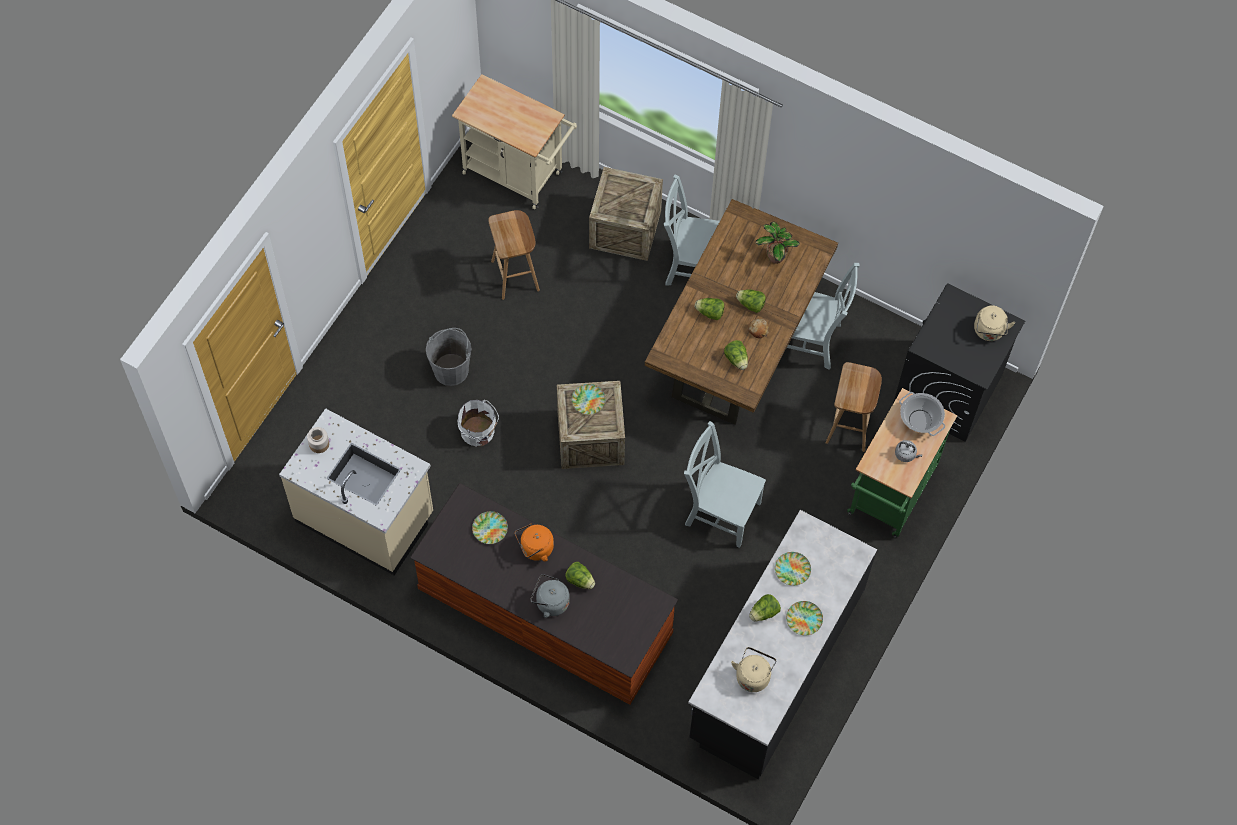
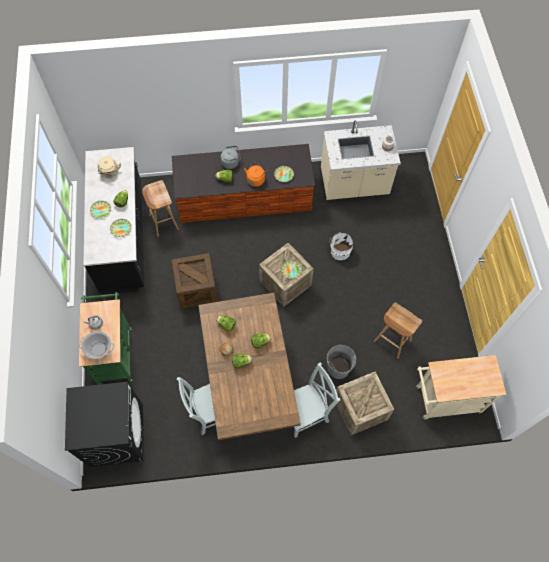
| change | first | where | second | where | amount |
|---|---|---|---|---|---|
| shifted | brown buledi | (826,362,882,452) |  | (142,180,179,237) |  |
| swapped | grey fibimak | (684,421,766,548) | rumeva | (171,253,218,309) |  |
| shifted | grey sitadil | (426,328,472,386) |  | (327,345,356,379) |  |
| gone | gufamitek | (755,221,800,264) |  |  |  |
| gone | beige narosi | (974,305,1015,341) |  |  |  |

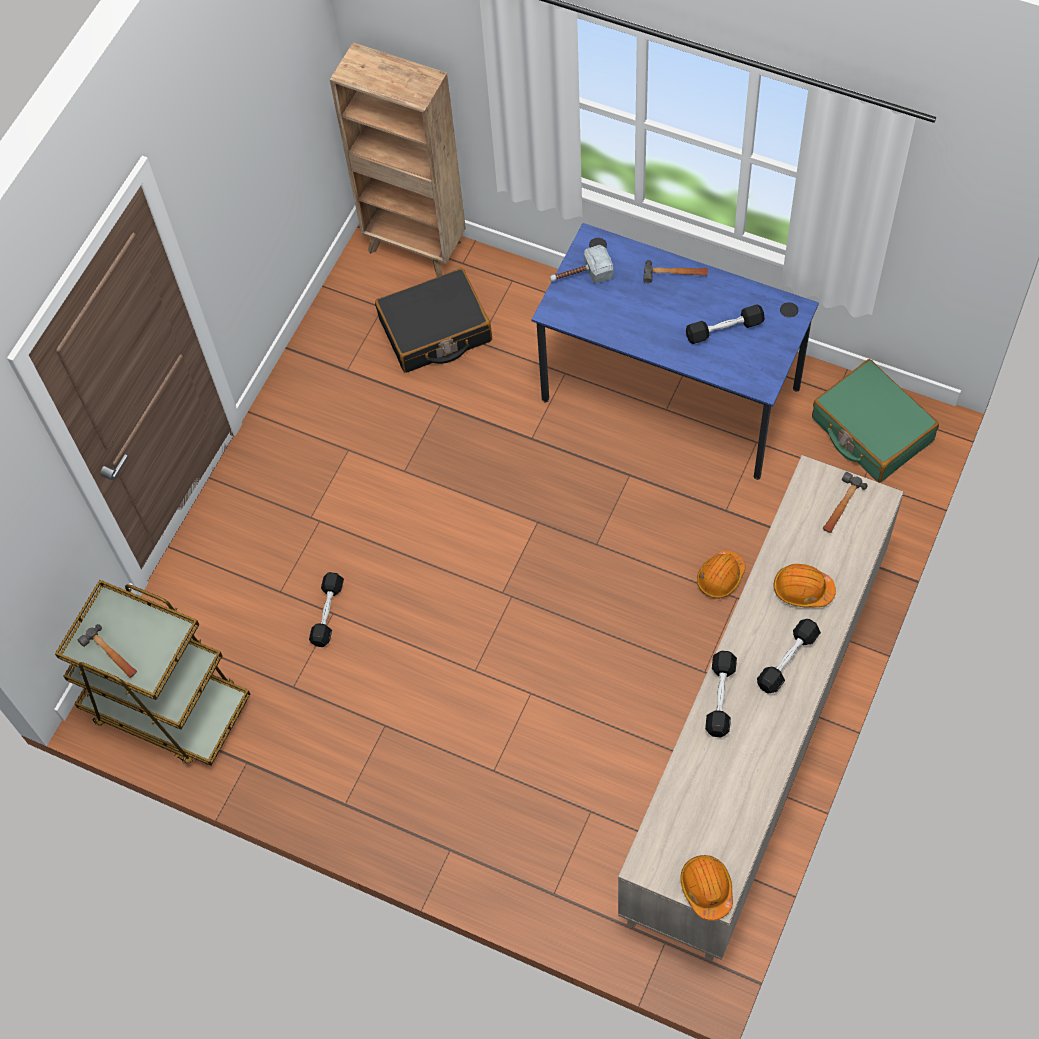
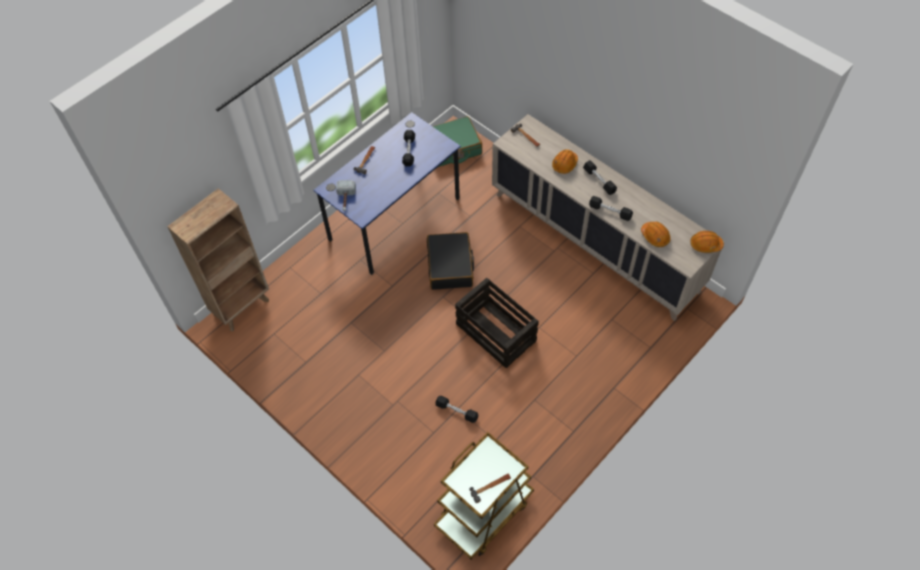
| change | first | where | second | where | amount |
|---|---|---|---|---|---|
| shifted | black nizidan | (375,268,492,373) |  | (427,232,474,290) |  |
| new |  |  | rumeva | (455,278,539,368) |  |
| shifted | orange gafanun | (697,551,745,599) |  | (641,222,671,247) |  |

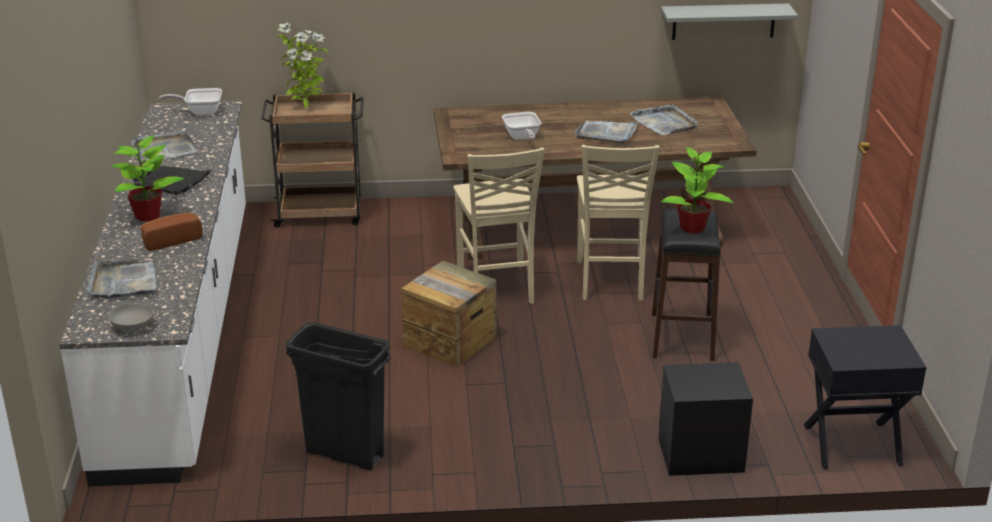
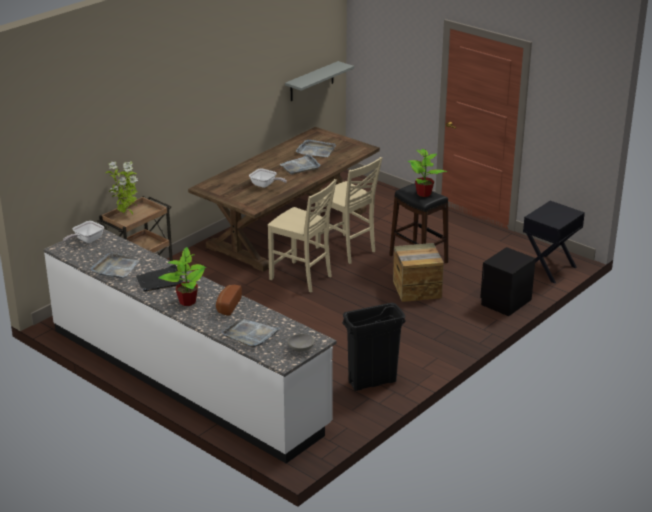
| change | first | where | second | where | amount |
|---|---|---|---|---|---|
| shifted | rumeva | (401,261,497,367) |  | (393,243,444,302) |  |

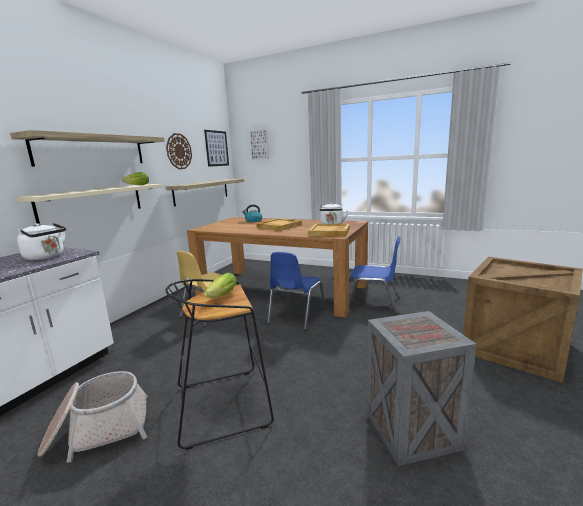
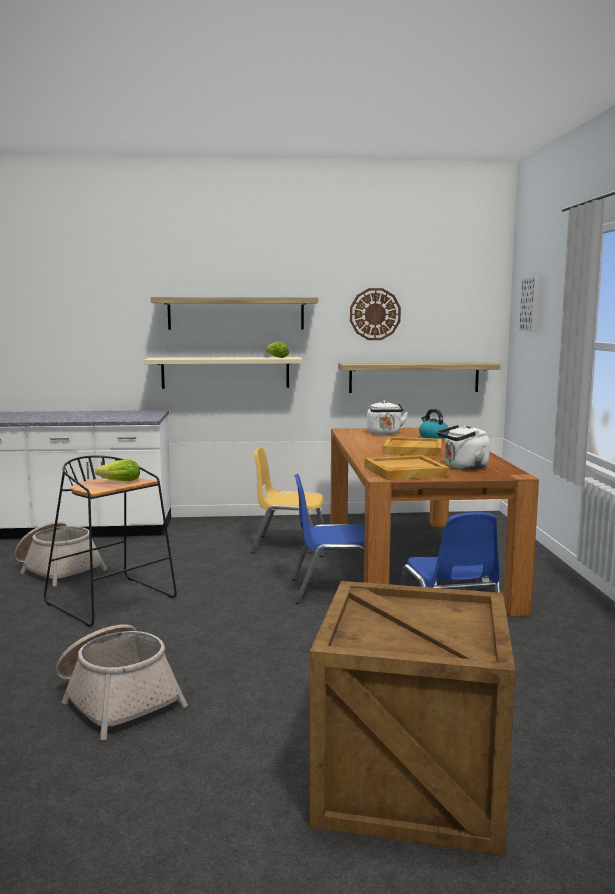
| change | first | where | second | where | amount |
|---|---|---|---|---|---|
| swapped | rumeva | (367,311,476,466) | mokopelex | (56,624,188,740) |  |
| shifted | white narosi | (17,223,66,260) |  | (367,400,408,435) |  |
| gone | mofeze | (204,130,229,167) |  |  |  |

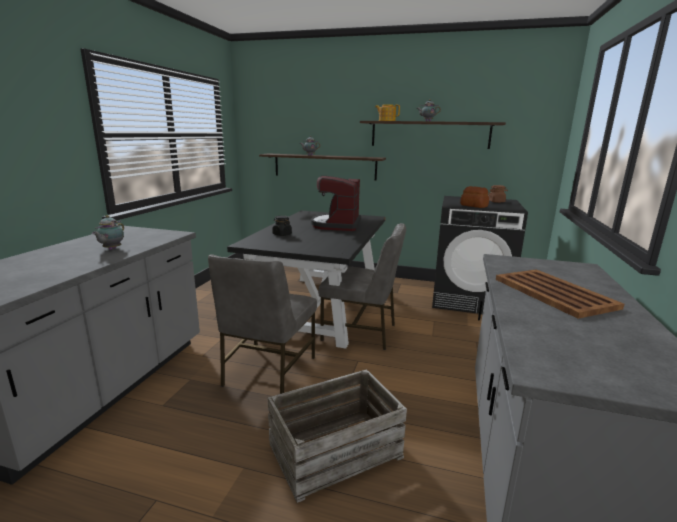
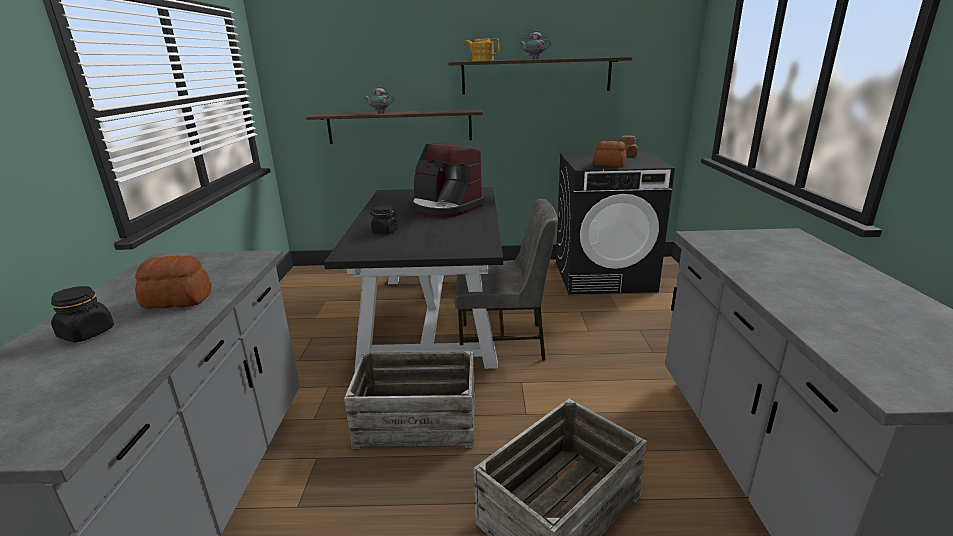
| change | first | where | second | where | amount |
|---|---|---|---|---|---|
| new |  |  | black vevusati | (51,286,114,342) |  |
| swapped | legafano | (92,215,124,250) | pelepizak | (135,255,212,309) |  |
| swapped | grey fibimak | (208,254,317,394) | rumeva | (344,352,475,449) |  |
| rotated | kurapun | (311,176,361,231) |  | (409,143,484,217) | 45 degrees counterclockwise |
| gone | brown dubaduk | (496,269,624,319) |  |  |  |

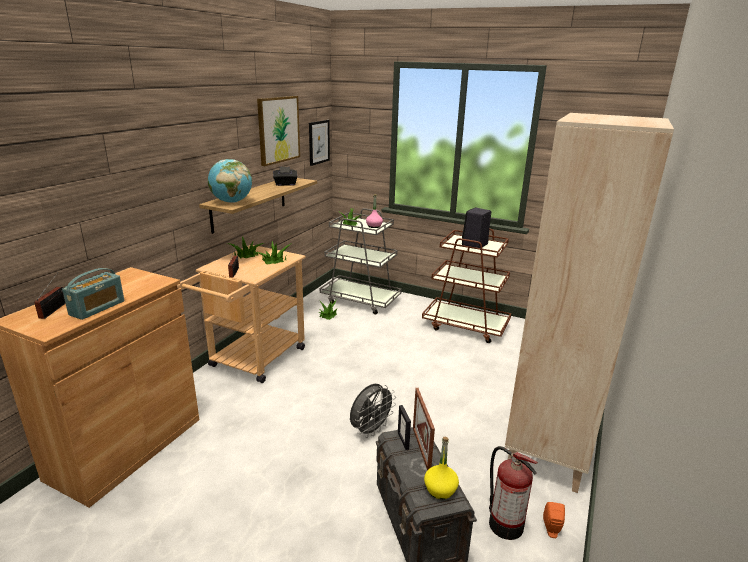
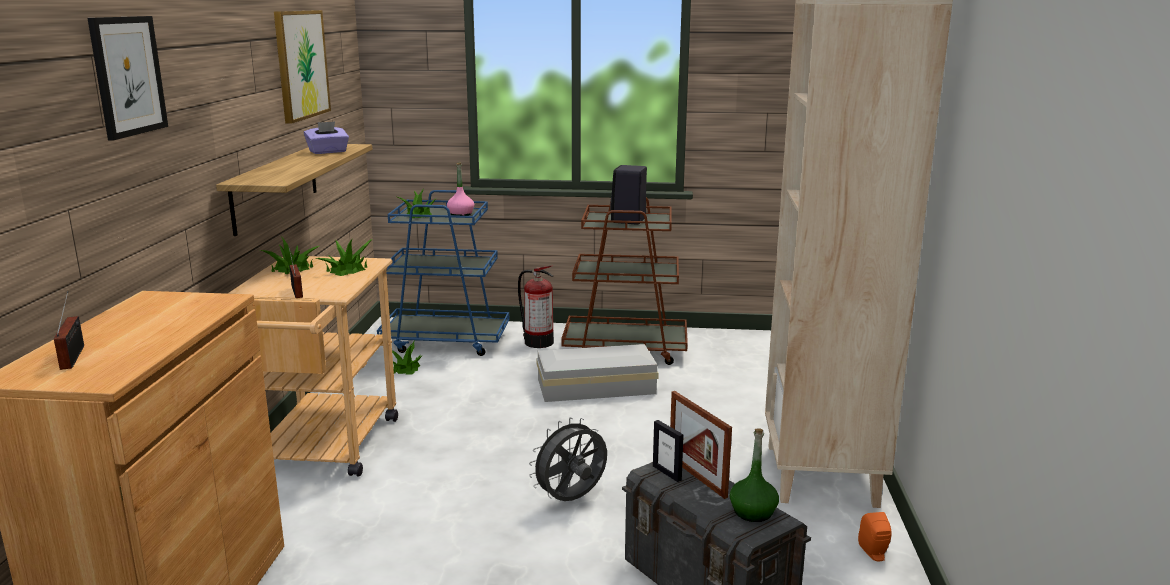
| change | first | where | second | where | amount |
|---|---|---|---|---|---|
| shifted | mofeze | (309,120,330,166) |  | (88,16,168,140) |  |
| repainted | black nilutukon | (273,167,297,186) | purple nilutukon | (304,121,349,154) |  |
| repainted | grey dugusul | (320,208,402,314) | blue dugusul | (377,190,509,356) |  |
| shifted | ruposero | (489,446,538,540) |  | (518,266,554,348) |  |
| rotated | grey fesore | (350,384,396,438) |  | (529,417,607,501) | 150 degrees counterclockwise |
| new |  |  | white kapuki | (536,344,659,402) |  |
| repainted | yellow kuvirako | (424,437,459,499) | green kuvirako | (730,428,779,522) |  |
| gone | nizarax | (62,268,124,320) |  |  |  |
| gone | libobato | (208,159,252,203) |  |  |  |

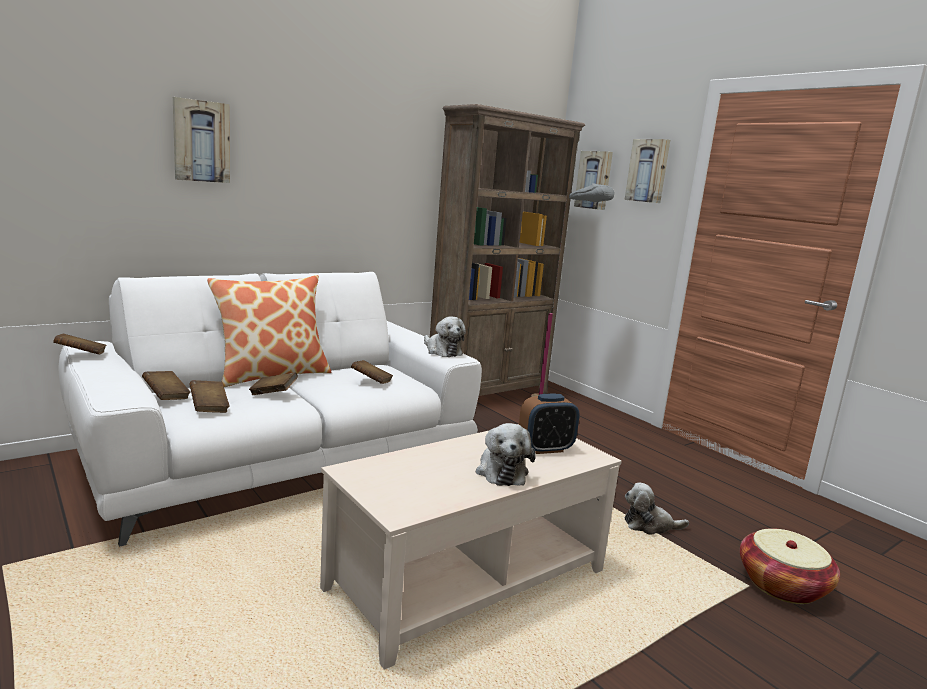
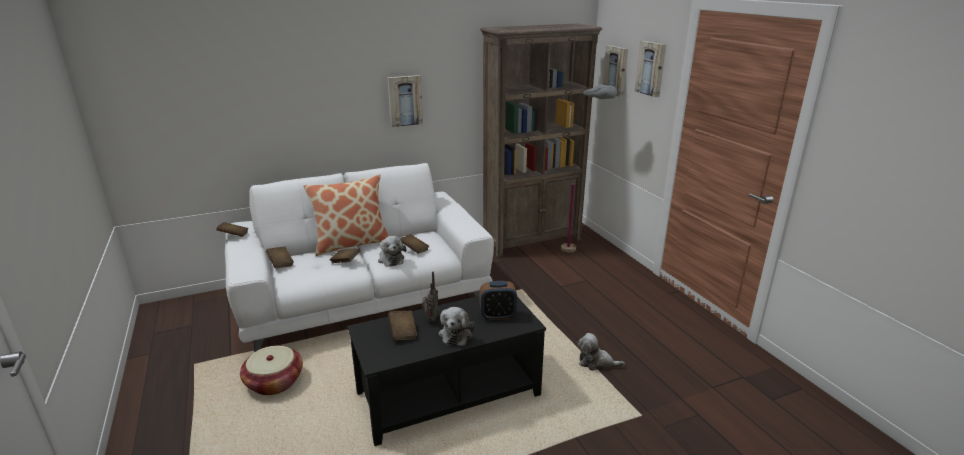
| change | first | where | second | where | amount |
|---|---|---|---|---|---|
| shifted | mokopelex | (740,528,840,604) |  | (240,346,303,395) |  |
| repainted | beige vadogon | (320,424,622,670) | black vadogon | (347,296,546,446) |  |
| shifted | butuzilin | (424,316,466,357) |  | (378,236,406,267) |  |
| shifted | mofeze | (173,97,230,183) |  | (388,75,423,127) |  |
| shifted | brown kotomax | (189,380,230,413) |  | (388,311,417,340) |  |
| new |  |  | nizarax | (423,272,439,322) |  |

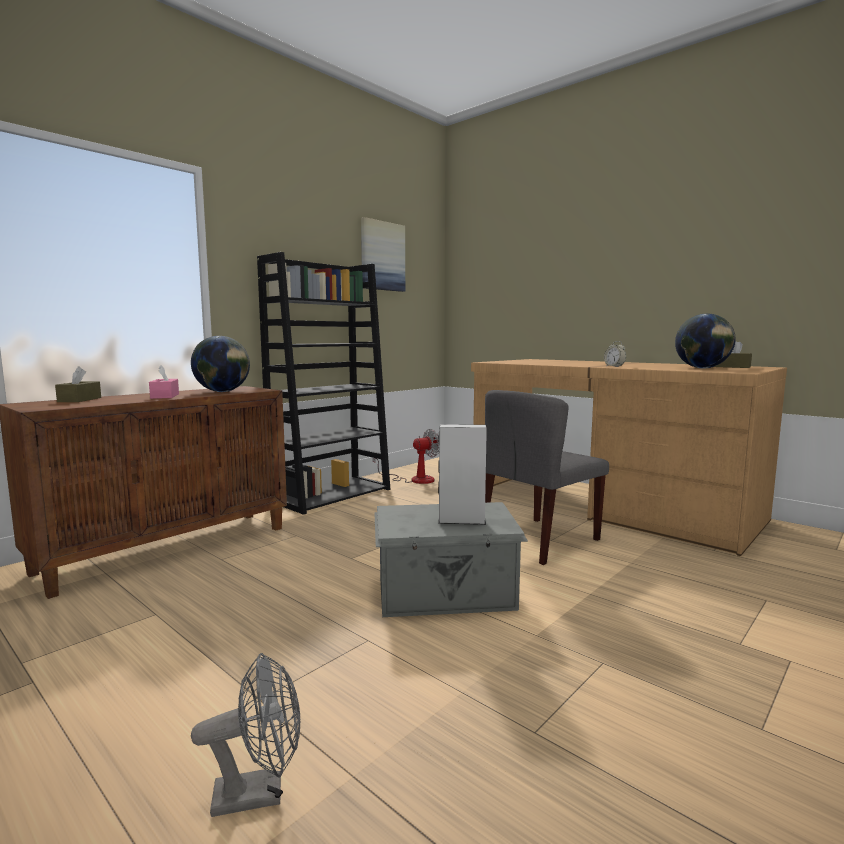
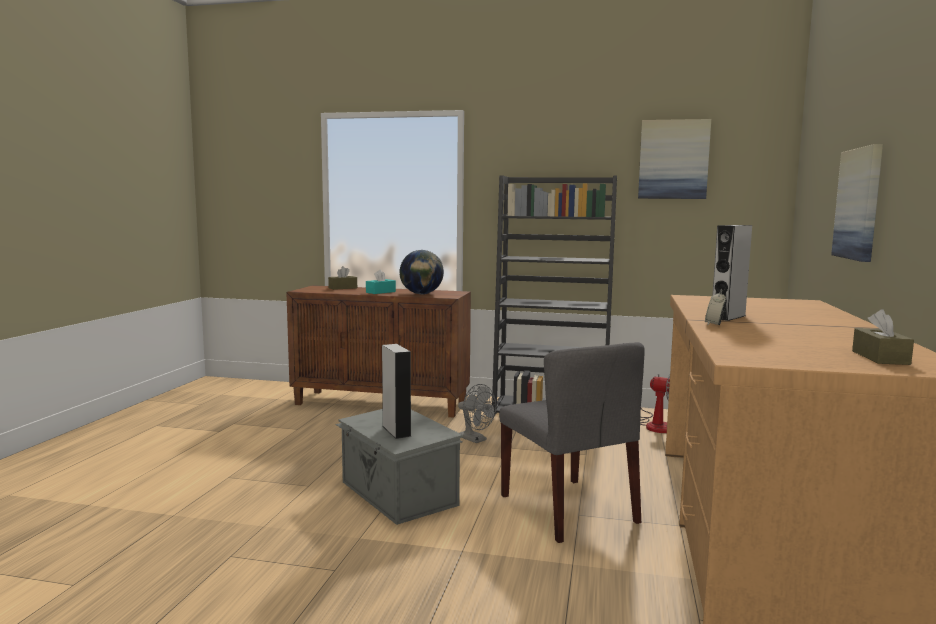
| change | first | where | second | where | amount |
|---|---|---|---|---|---|
| repainted | pink nilutukon | (149,365,179,399) | turquoise nilutukon | (366,269,396,294) |  |
| shifted | grey fesore | (191,653,300,817) |  | (458,384,496,443) |  |
| rotated | grey fibimak | (485,390,609,565) |  | (499,342,645,543) | 135 degrees counterclockwise |
| new |  |  | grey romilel | (712,225,752,321) |  |
| new |  |  | mofeze | (831,144,883,262) |  |
| gone | libobato | (675,314,736,369) |  |  |  |

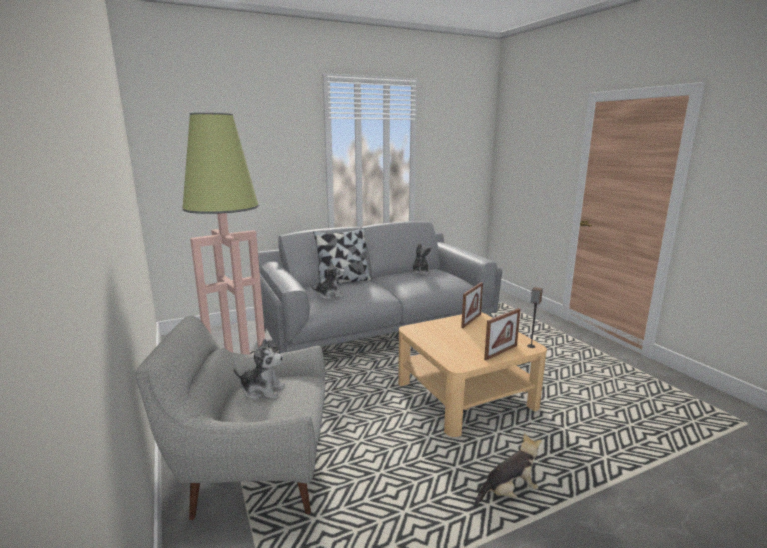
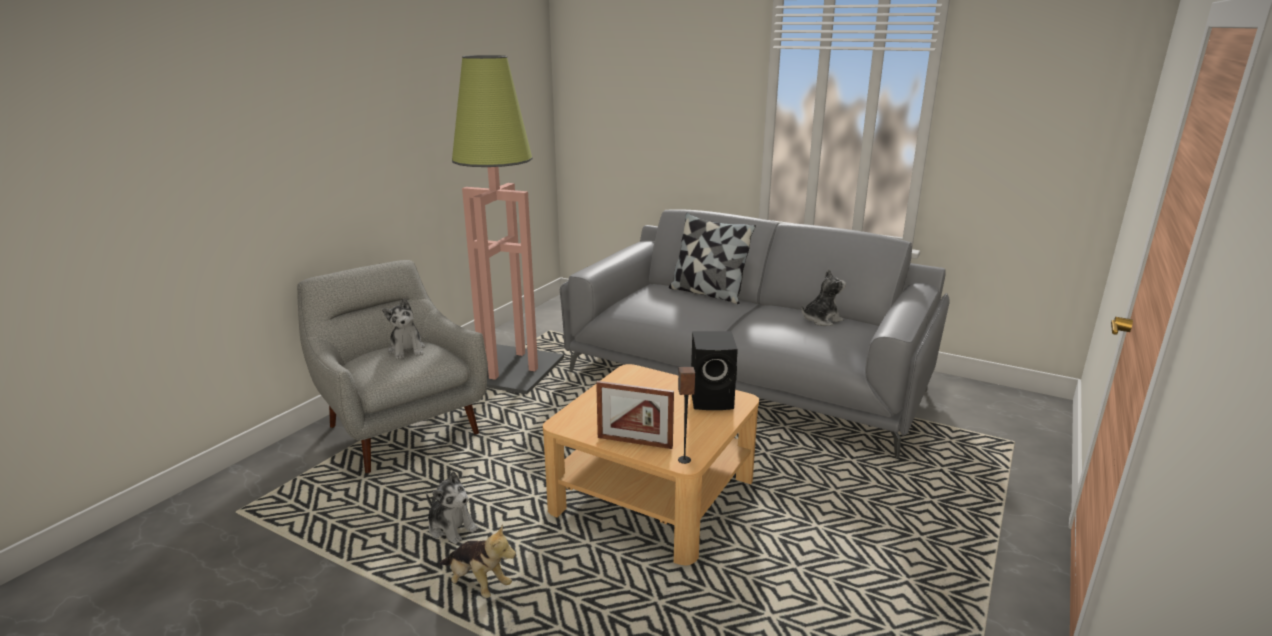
| change | first | where | second | where | amount |
|---|---|---|---|---|---|
| shifted | butuzilin | (310,261,345,299) |  | (426,472,479,544) |  |
| swapped | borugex | (461,282,483,328) | black romilel | (691,331,738,410) |  |

